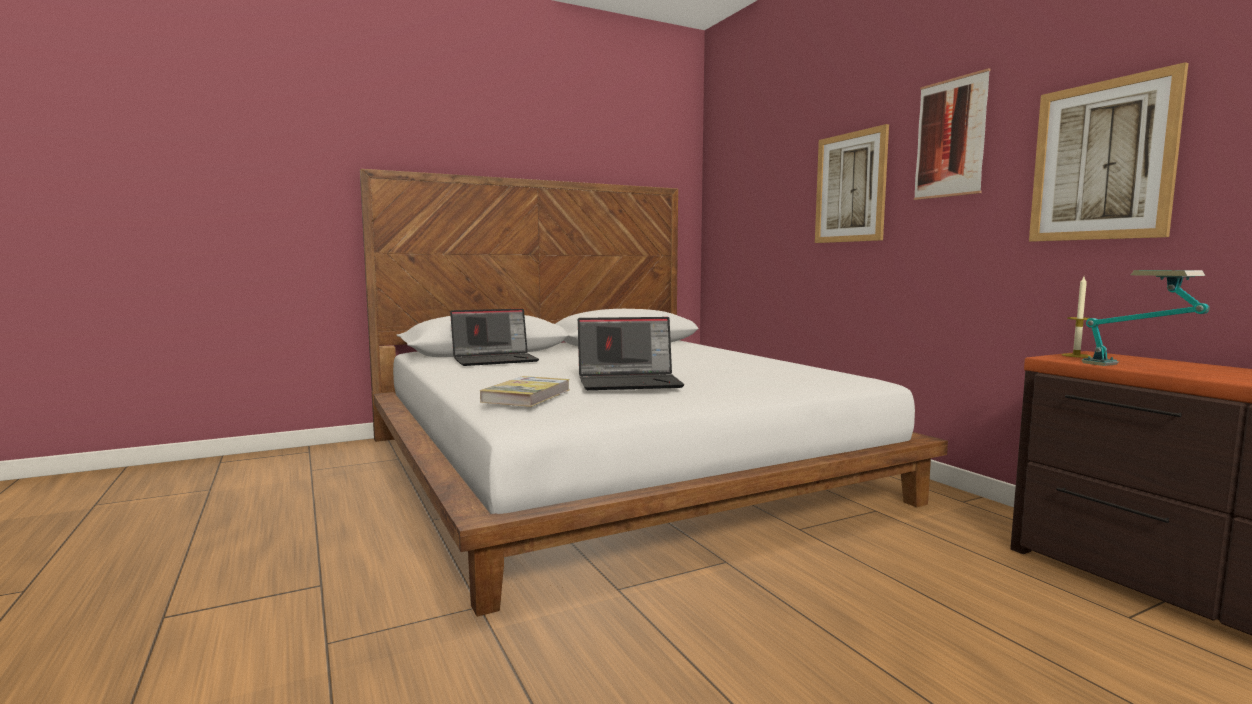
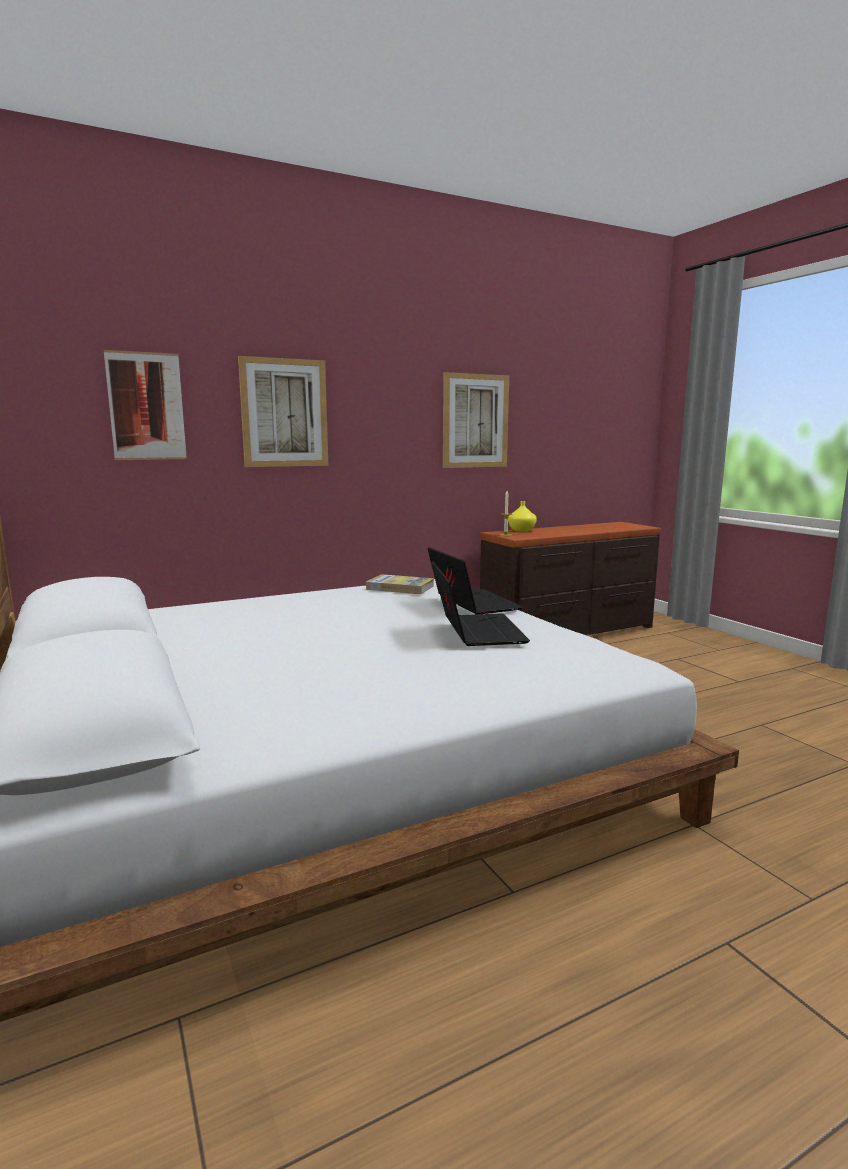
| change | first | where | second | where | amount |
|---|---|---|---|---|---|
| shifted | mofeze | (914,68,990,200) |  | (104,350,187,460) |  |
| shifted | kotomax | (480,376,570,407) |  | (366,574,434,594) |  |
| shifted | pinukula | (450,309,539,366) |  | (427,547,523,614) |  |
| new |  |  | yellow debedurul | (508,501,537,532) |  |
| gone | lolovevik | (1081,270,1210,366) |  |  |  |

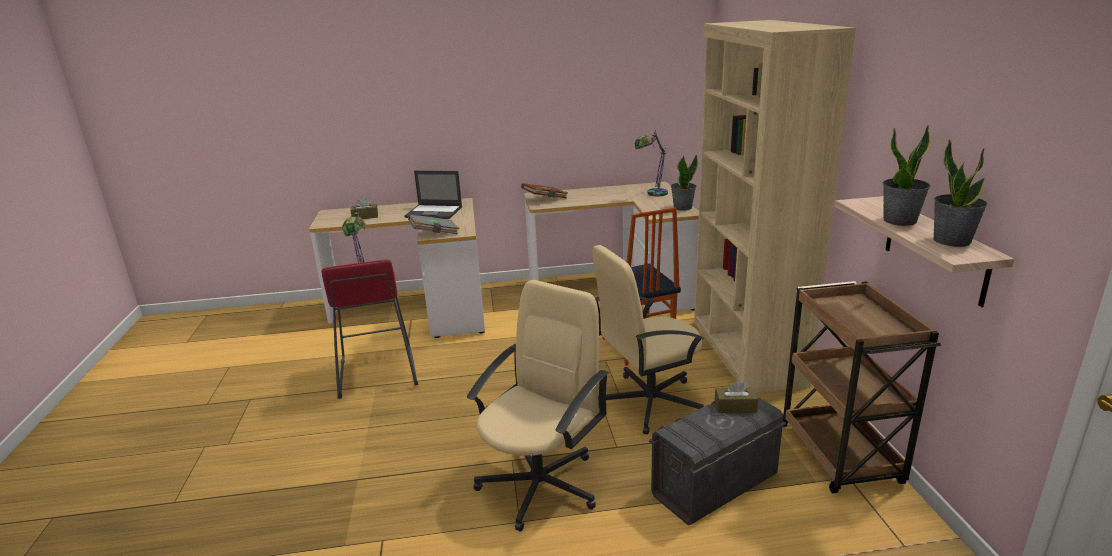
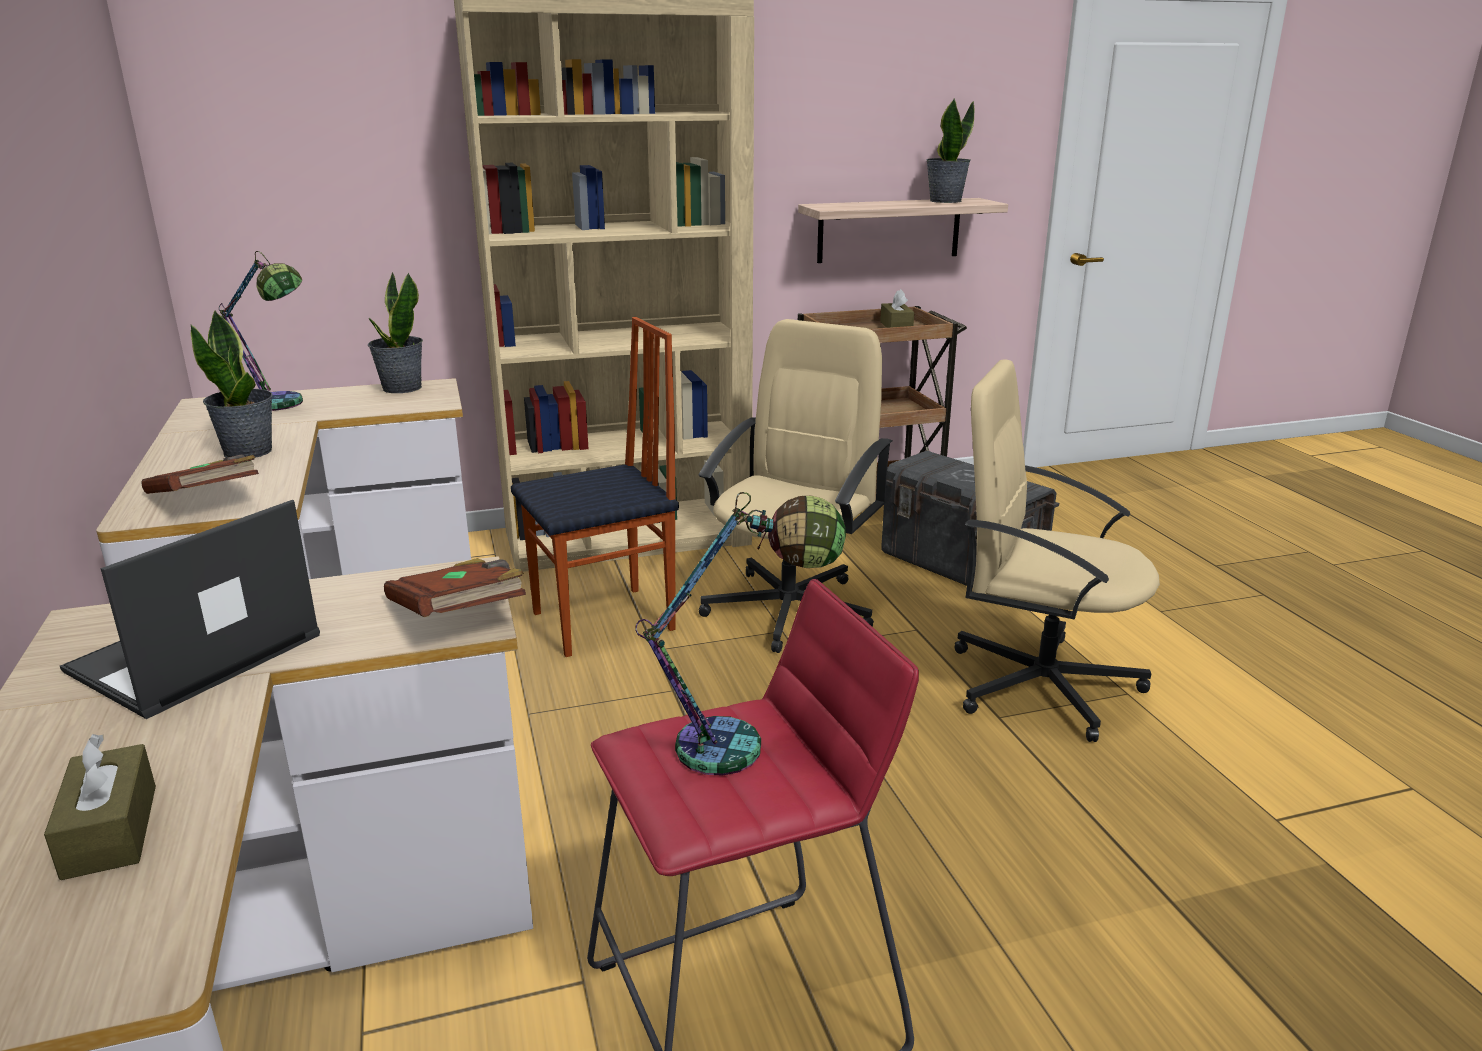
| change | first | where | second | where | amount |
|---|---|---|---|---|---|
| rotated | pinukula | (404,171,462,219) |  | (60,500,320,719) | 150 degrees counterclockwise |
| shifted | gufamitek | (883,125,930,226) |  | (190,310,273,458) |  |
| repainted | grey kotomax | (408,214,459,234) | brown kotomax | (384,558,526,617) |  |
| rotated | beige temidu | (593,245,704,435) |  | (698,319,892,653) | 120 degrees counterclockwise |
| shifted | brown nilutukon | (715,380,758,413) |  | (880,289,914,328) |  |

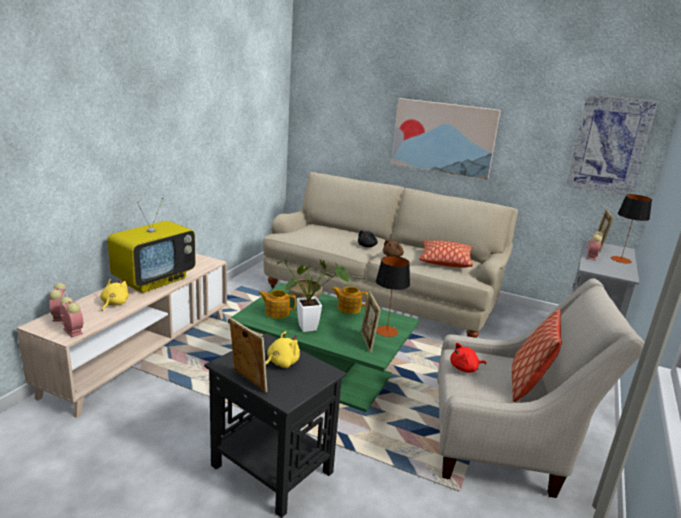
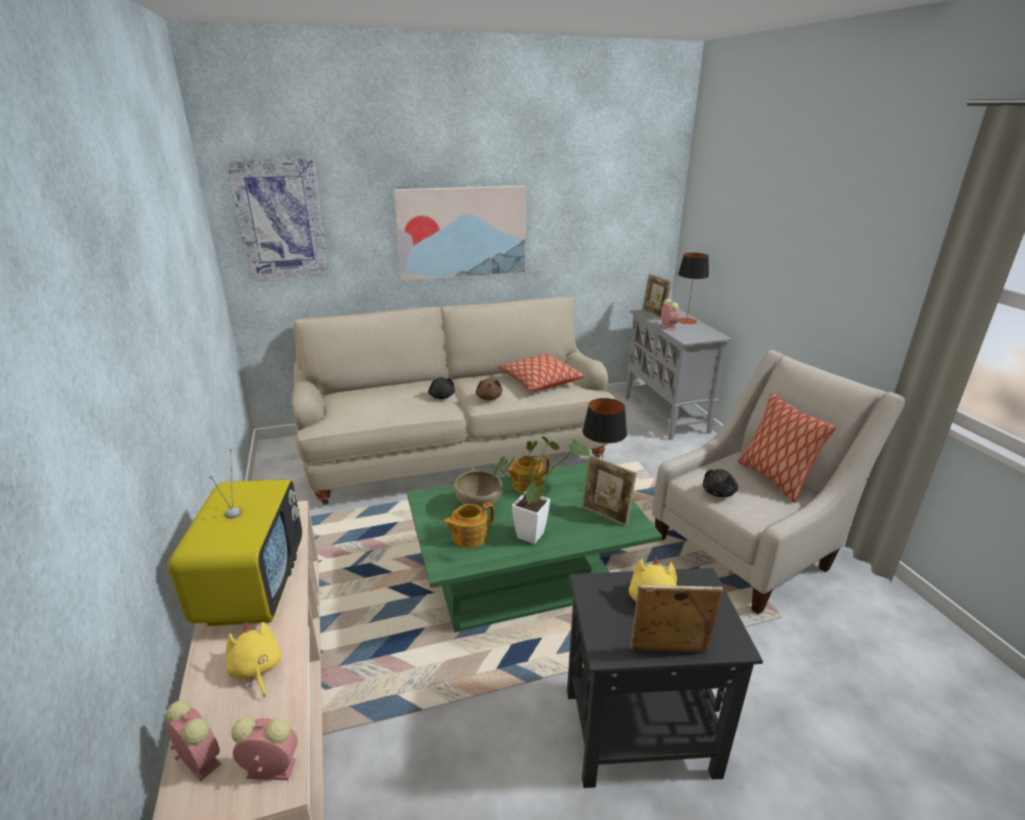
| change | first | where | second | where | amount |
|---|---|---|---|---|---|
| shifted | mofeze | (566,94,659,196) |  | (226,157,330,282) |  |
| repainted | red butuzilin | (450,343,486,373) | black butuzilin | (703,469,738,497) |  |

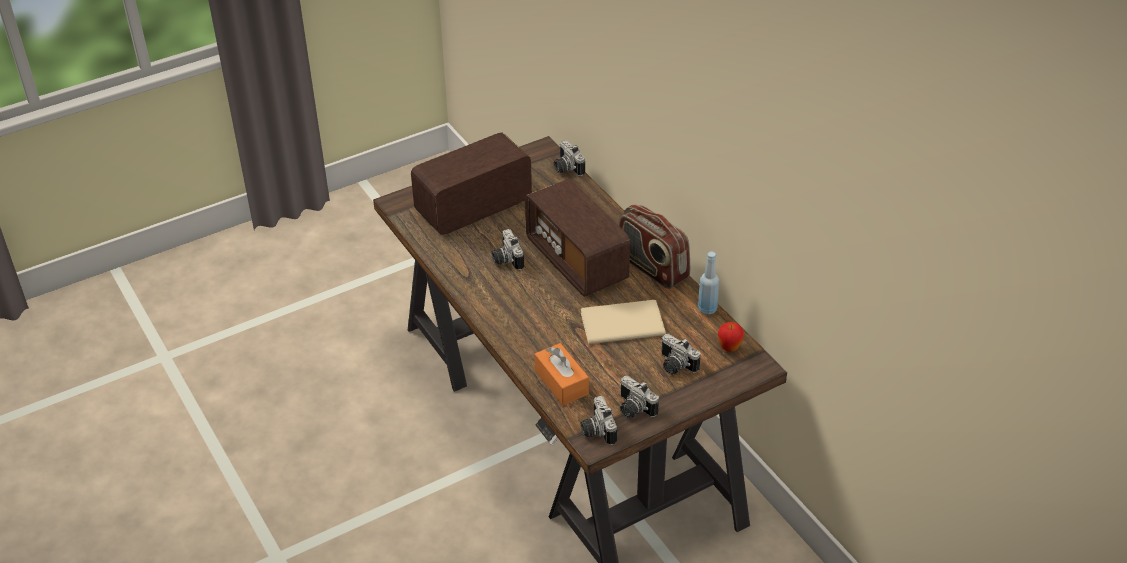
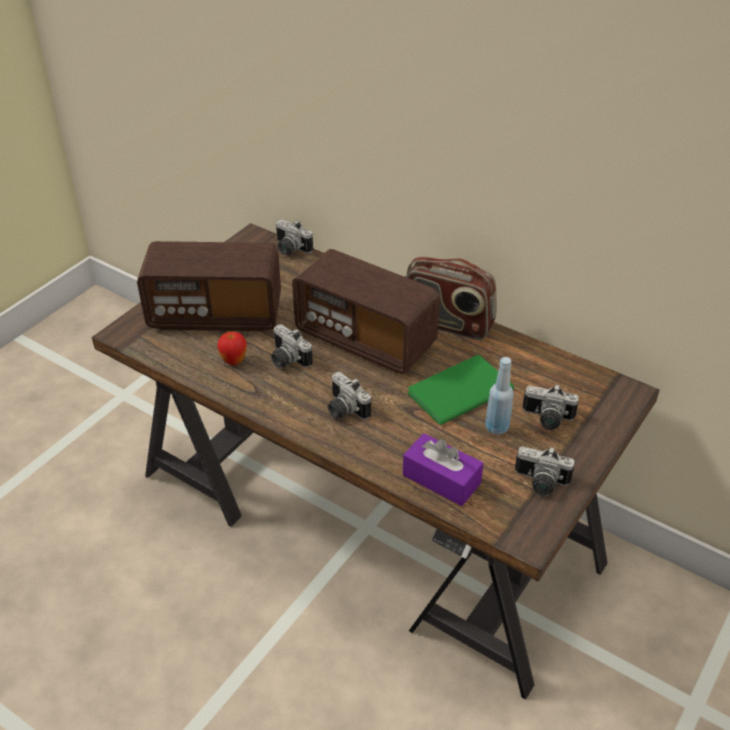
| change | first | where | second | where | amount |
|---|---|---|---|---|---|
| rotated | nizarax | (411,132,532,235) |  | (137,241,281,331) | 120 degrees counterclockwise |
| shifted | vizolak | (718,322,744,352) |  | (217,332,247,365) |  |
| shifted | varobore | (580,396,617,445) |  | (327,372,371,420) |  |
| repainted | orange nilutukon | (535,343,589,405) | purple nilutukon | (403,433,484,506) |  |
| repainted | beige kotomax | (581,300,666,344) | green kotomax | (408,355,514,425) |  |
| shifted | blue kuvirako | (698,251,719,315) |  | (485,357,514,435) |  |

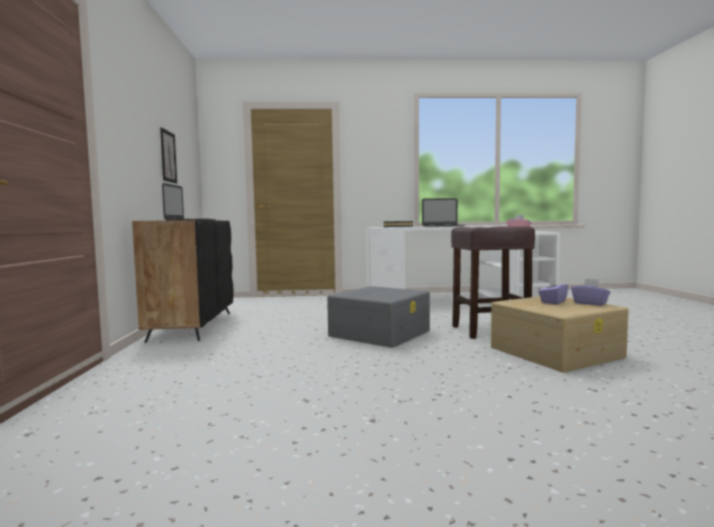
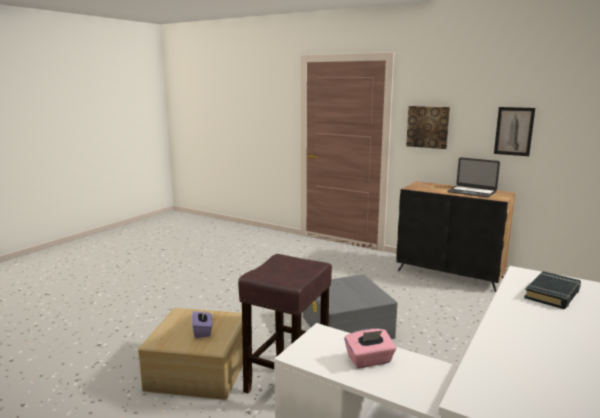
| change | first | where | second | where | amount |
|---|---|---|---|---|---|
| new |  |  | mofeze | (406,106,450,149) |  |
| gone | pinukula | (422,198,465,227) |  |  |  |
| gone | purple nilutukon | (571,278,610,306) |  |  |  |

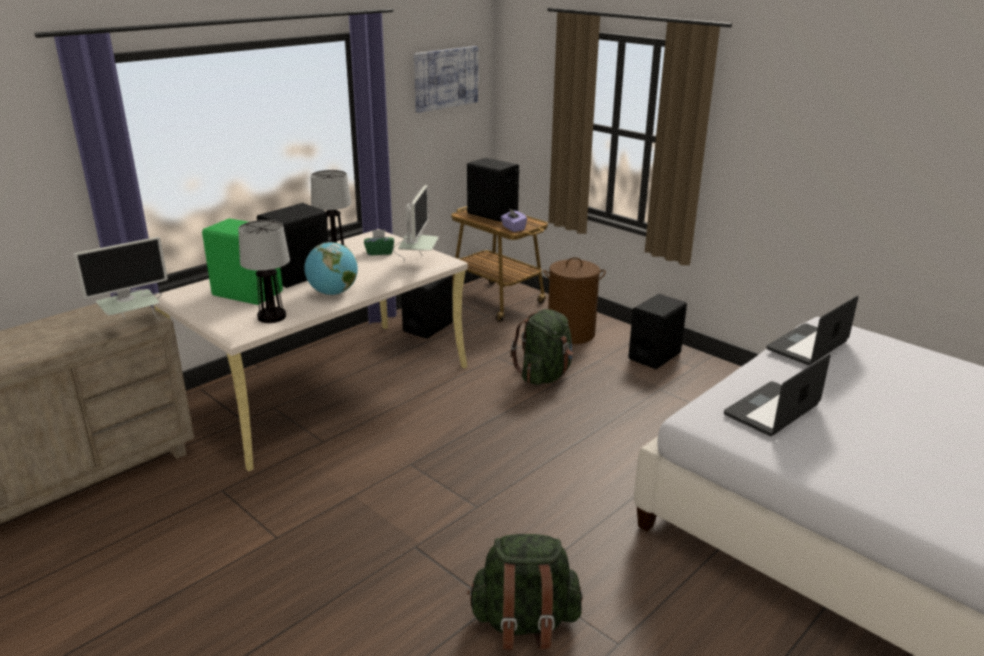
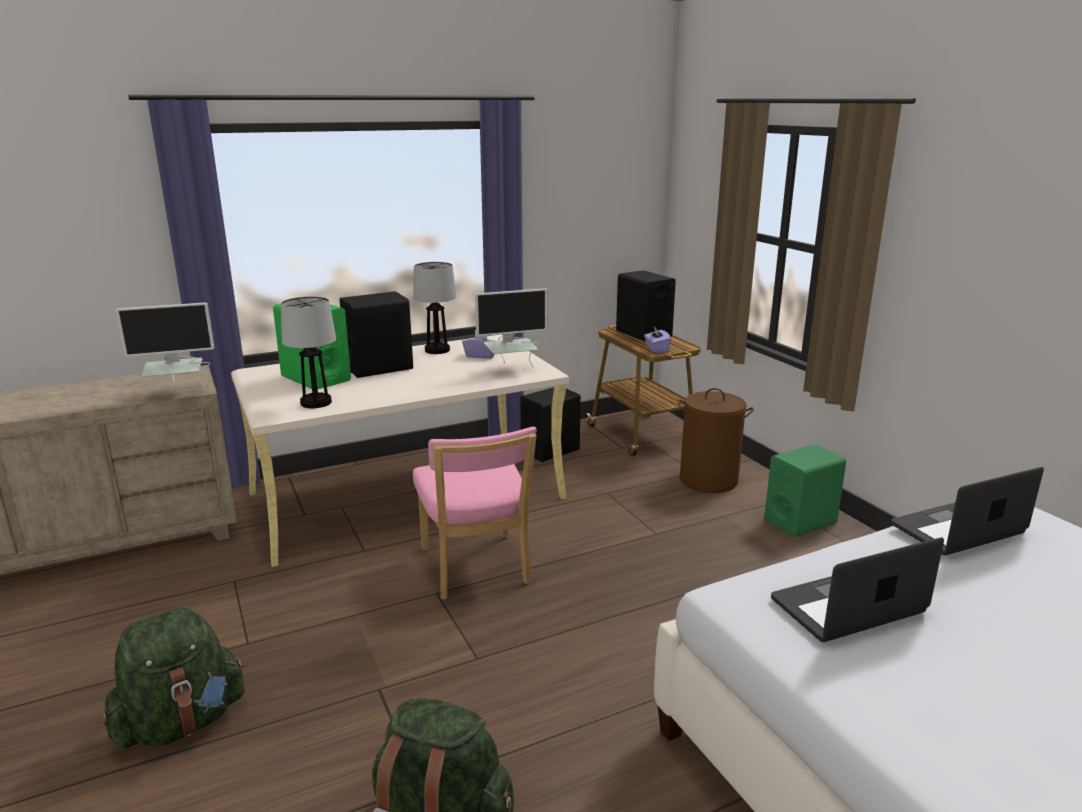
| change | first | where | second | where | amount |
|---|---|---|---|---|---|
| shifted | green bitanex | (511,309,573,385) |  | (103,607,245,749) |  |
| new |  |  | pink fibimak | (413,427,536,599) |  |
| repainted | green nilutukon | (364,230,394,255) | purple nilutukon | (462,330,495,359) |  |
| rotated | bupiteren | (393,185,439,262) |  | (475,288,548,368) | 45 degrees clockwise |
| repainted | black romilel | (628,294,687,369) | green romilel | (764,444,846,537) |  |
| gone | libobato | (304,242,358,295) |  |  |  |
| gone | mofeze | (414,46,478,113) |  |  |  |

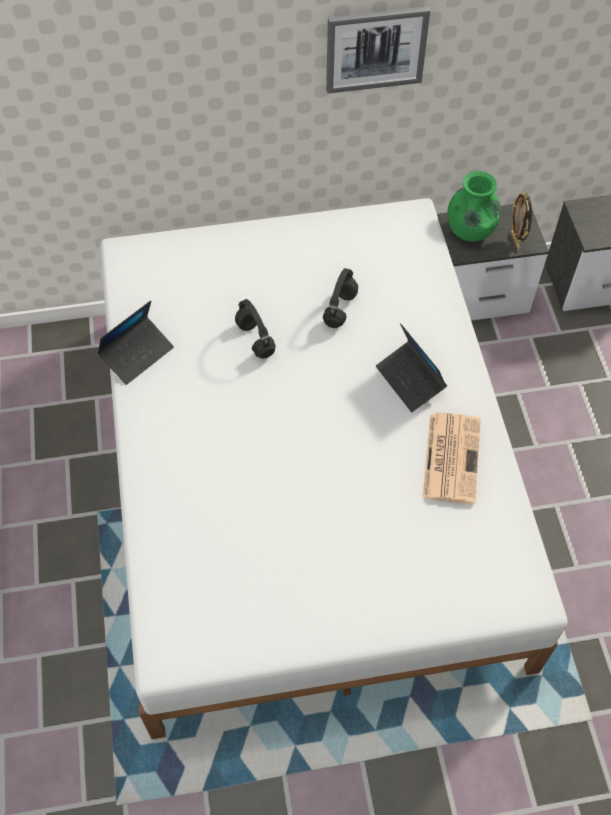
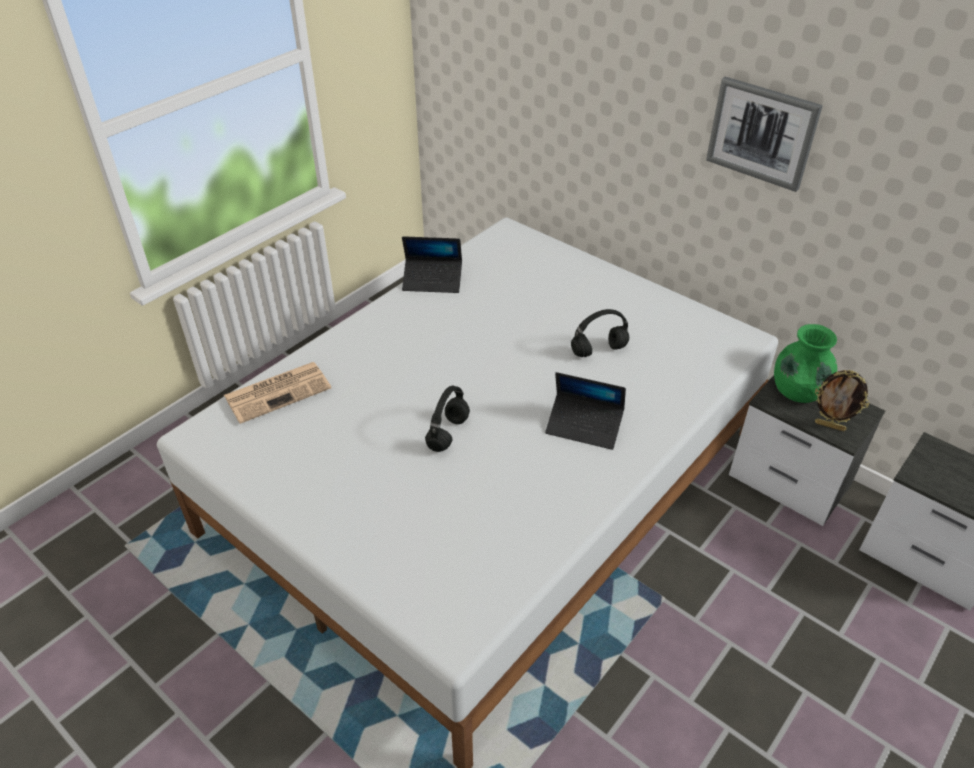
| change | first | where | second | where | amount |
|---|---|---|---|---|---|
| shifted | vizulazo | (422,412,481,504) |  | (224,362,331,424) |  |
| shifted | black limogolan | (235,299,275,358) |  | (425,386,470,452) |  |
| rotated | pinukula | (376,323,447,412) |  | (545,372,626,450) | 90 degrees counterclockwise |
| rotated | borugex | (510,191,532,251) |  | (815,370,870,431) | 105 degrees counterclockwise |

